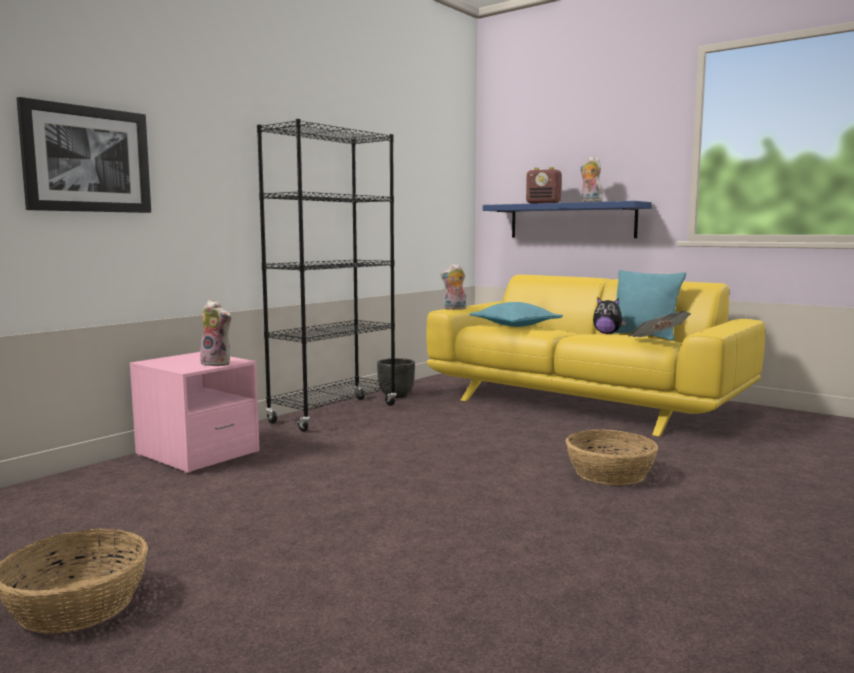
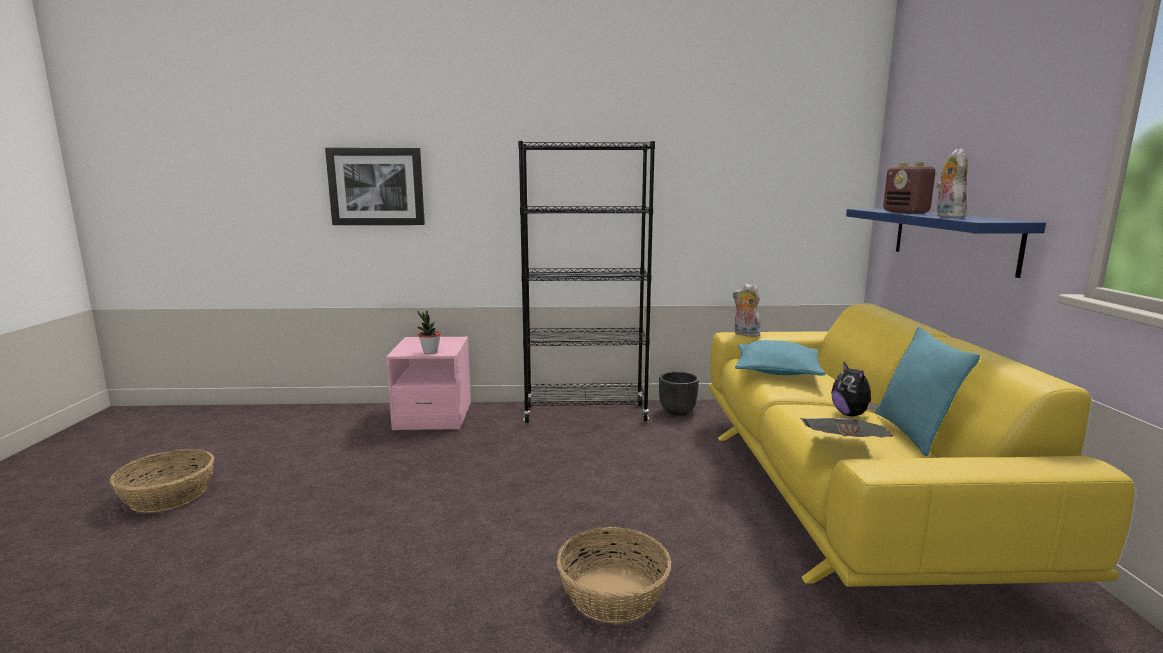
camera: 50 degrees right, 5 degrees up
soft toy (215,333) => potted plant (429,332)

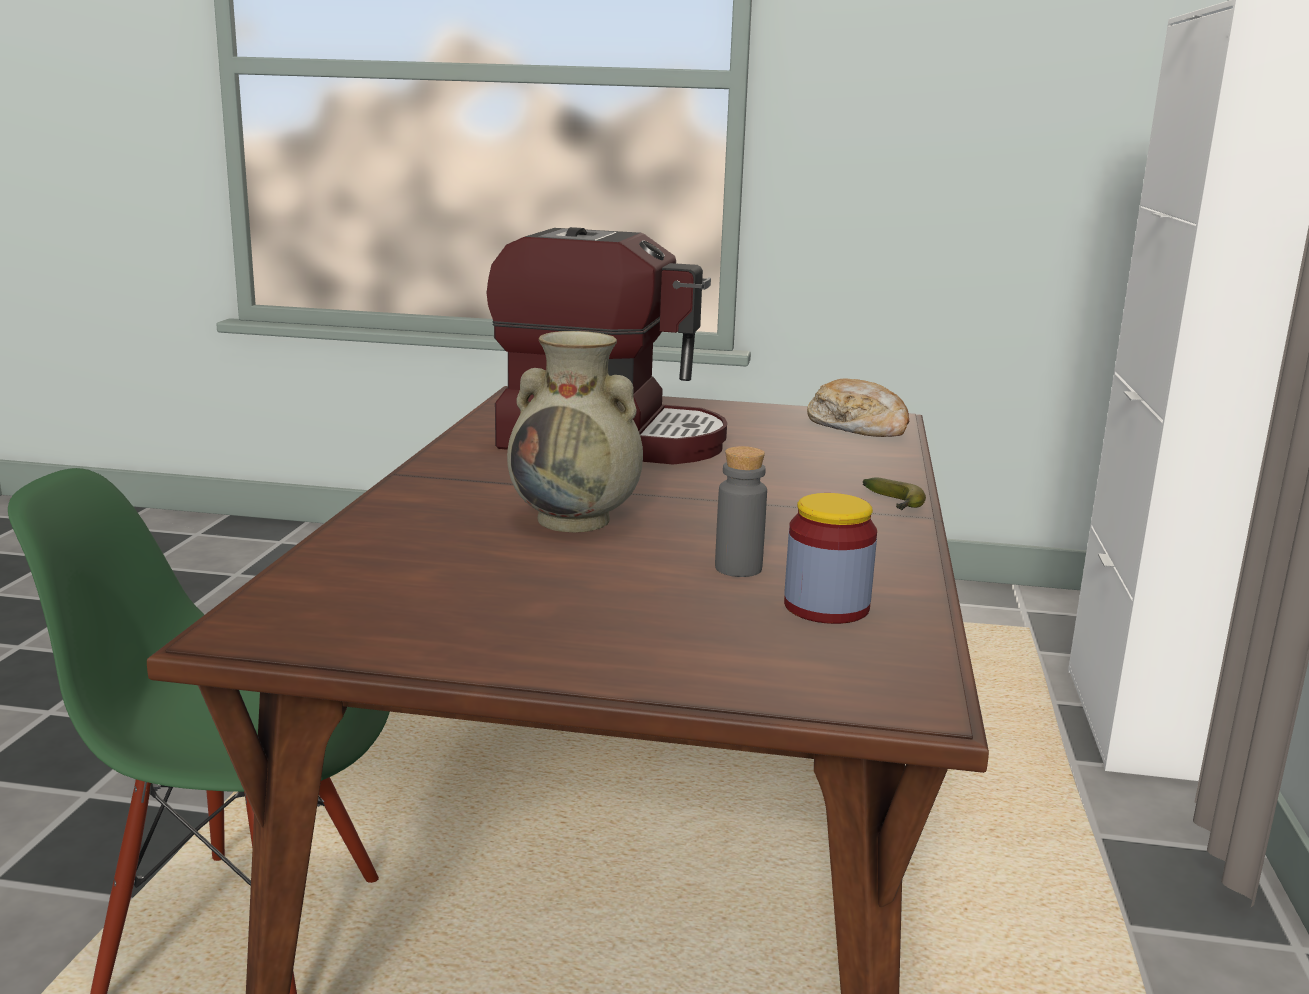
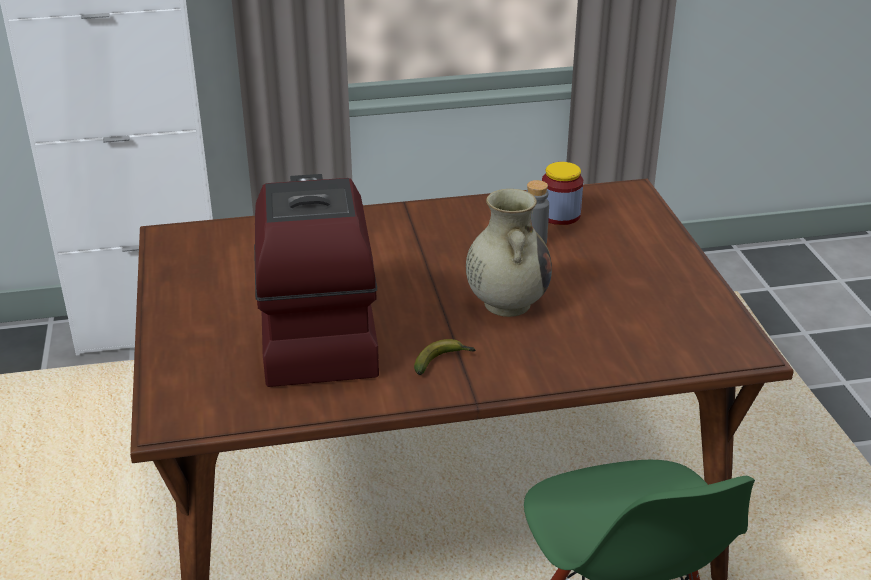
camera: 110 degrees left, 15 degrees up
bread (858,408) => nothing
whole banana (894,493) => whole banana (444,357), moved

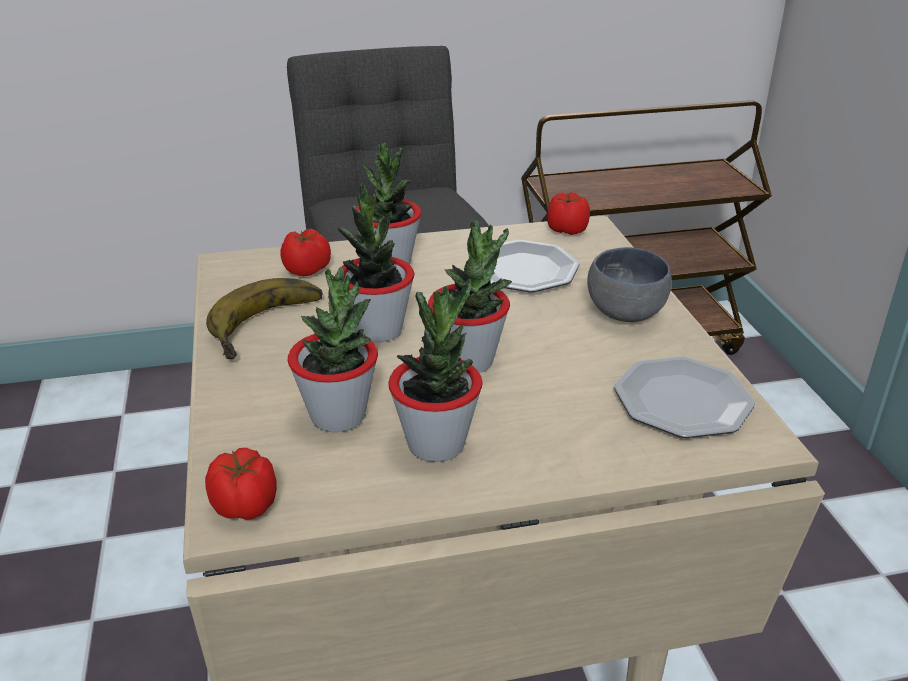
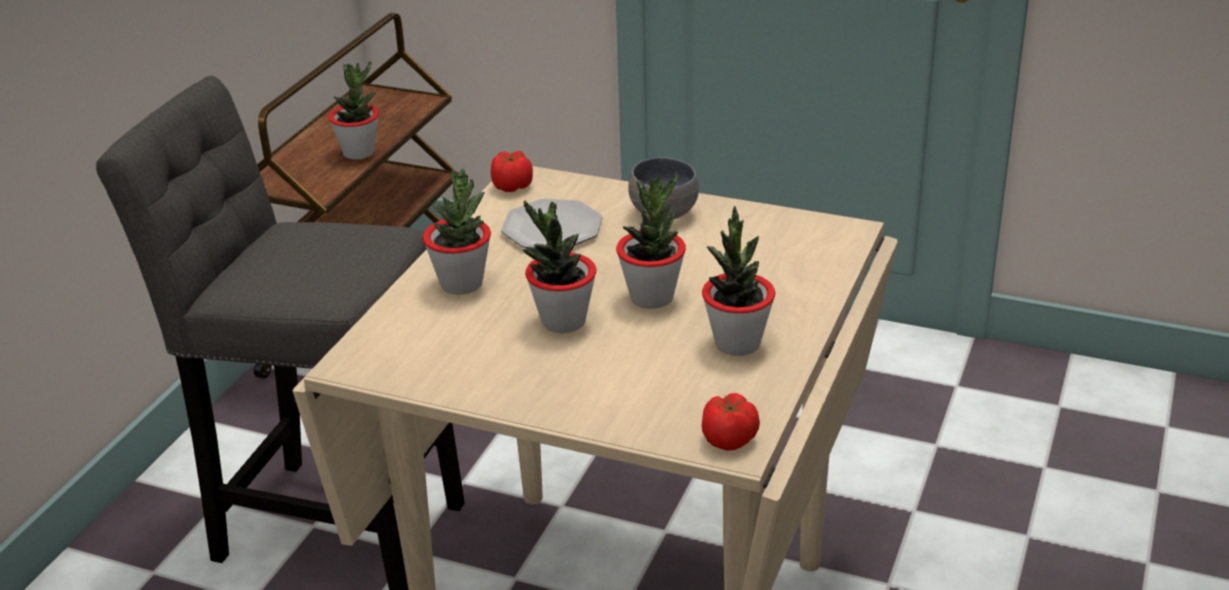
camera: 55 degrees left, 0 degrees up
whole banana (264,318) => nothing
tomato (305,252) => nothing
potted plant (333,349) => potted plant (354,110), moved
dinner plate (684,397) => nothing

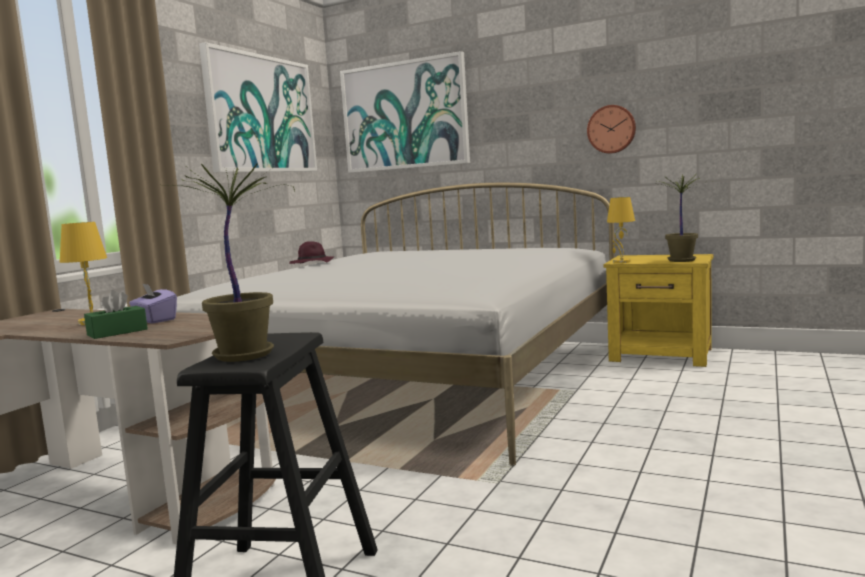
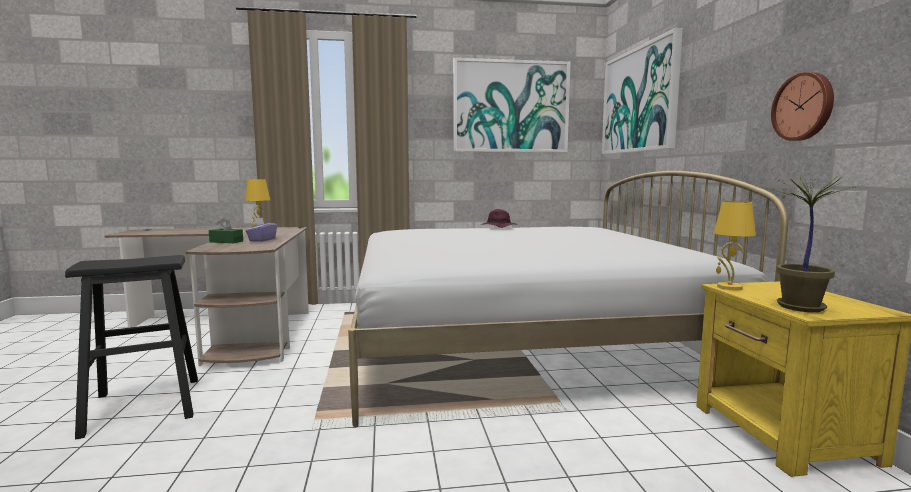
camera: 55 degrees right, 0 degrees up
potted plant (227,262) => nothing

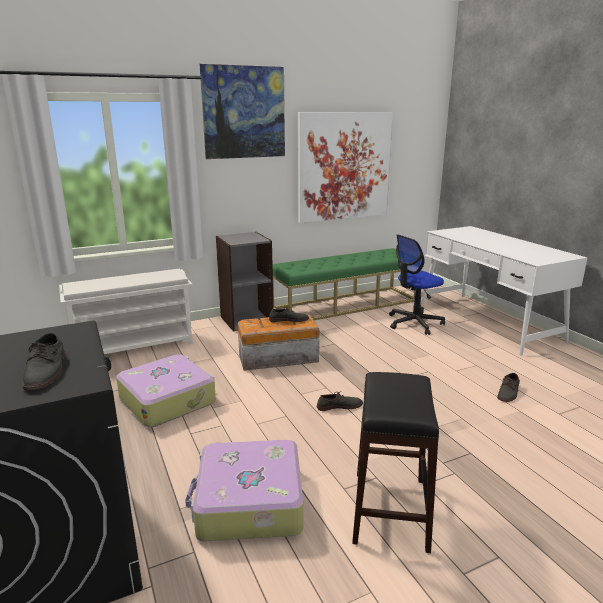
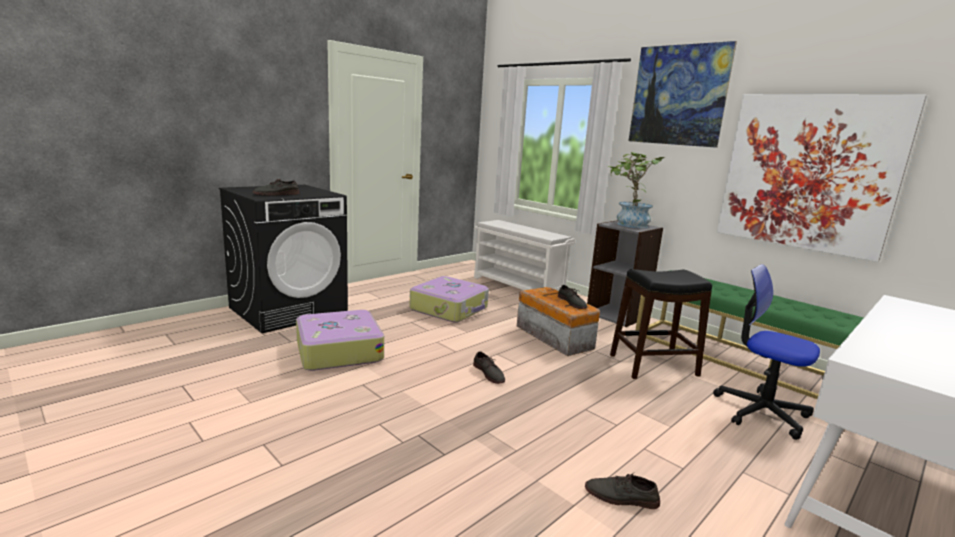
camera: 70 degrees right, 5 degrees down
black stool seat (395,462) => black stool seat (661,324), moved
nothing => potted plant (636,190)

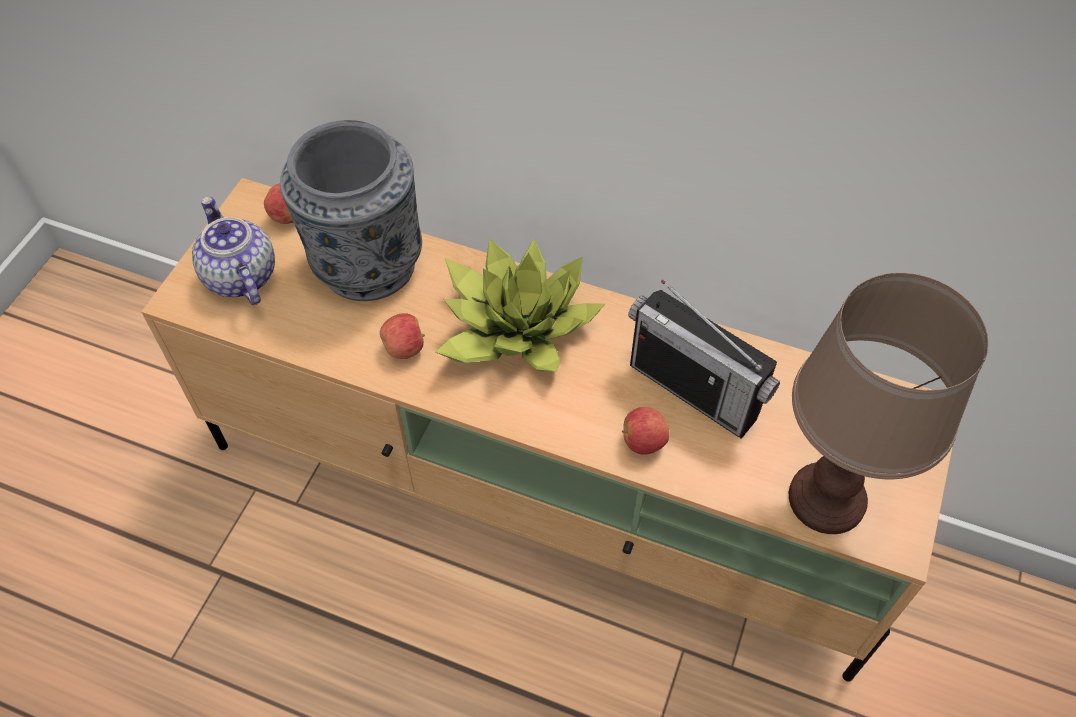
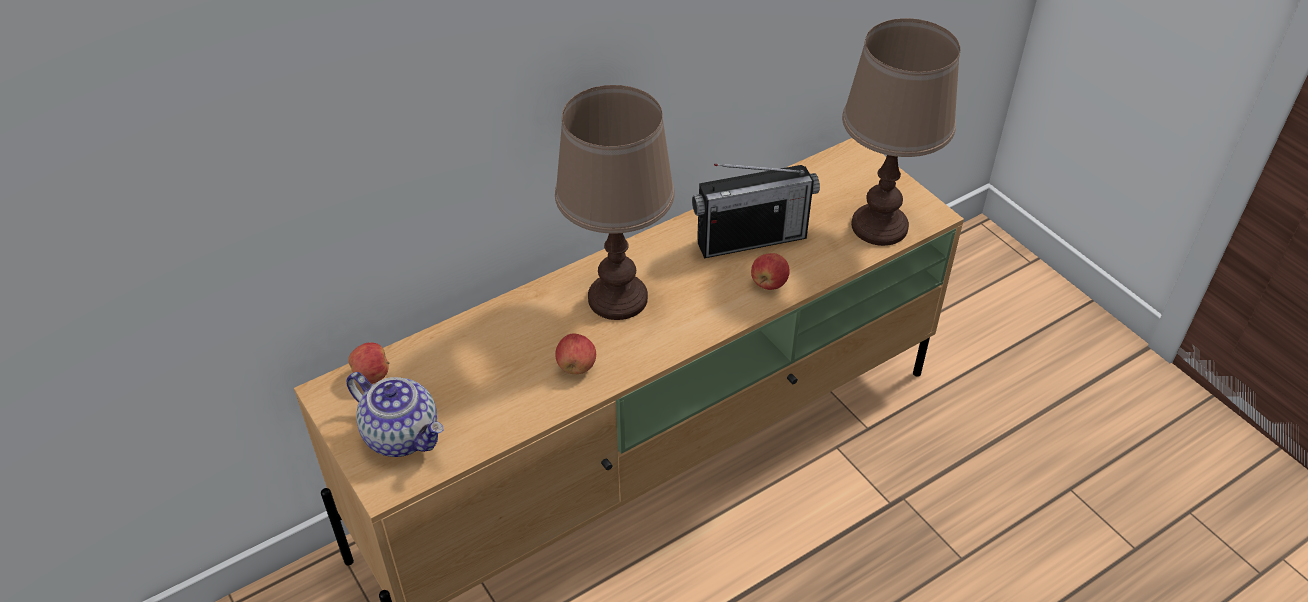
camera: 55 degrees left, 10 degrees down
tea pot (233,250) => tea pot (394,414), 150 degrees counterclockwise
greyish vase (351,210) => nothing
potted plant (520,305) => brownish lamp for a table (615,202)

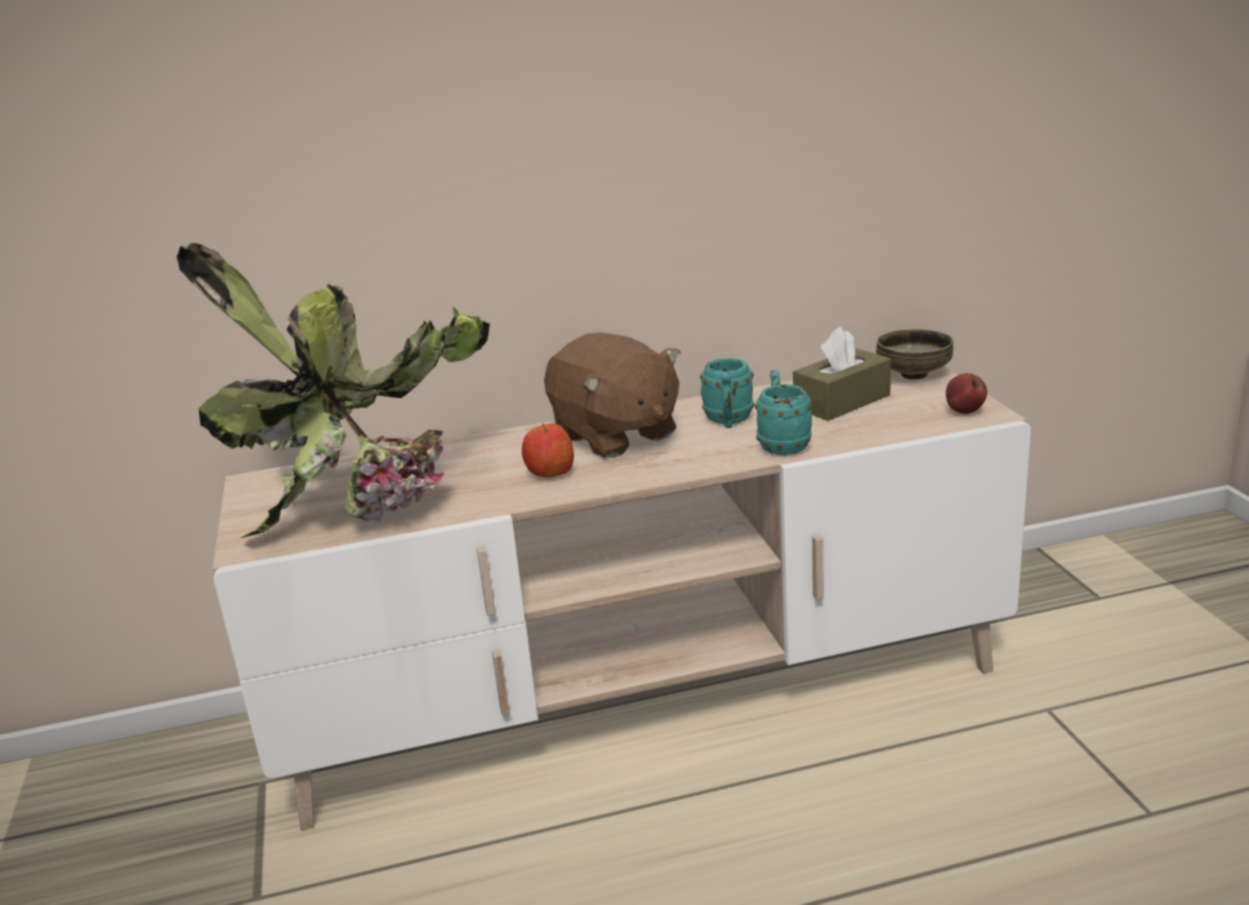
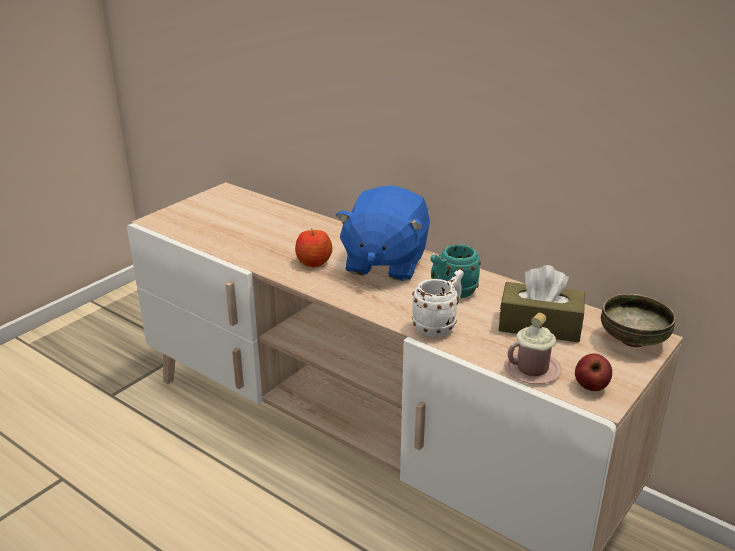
camera: 50 degrees right, 5 degrees up
potted plant (333,390) => nothing
brownish soft toy (612,395) => blue soft toy (382,233)
turquoise-coloured mug (783,412) => white-coloured mug (438,303)
nothing => pink-coloured mug (532,348)

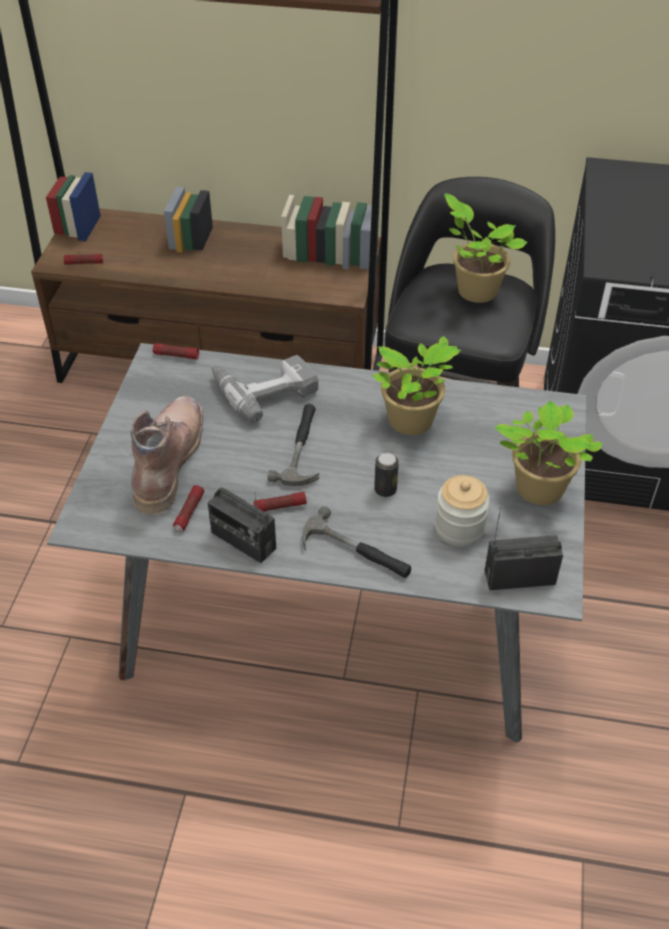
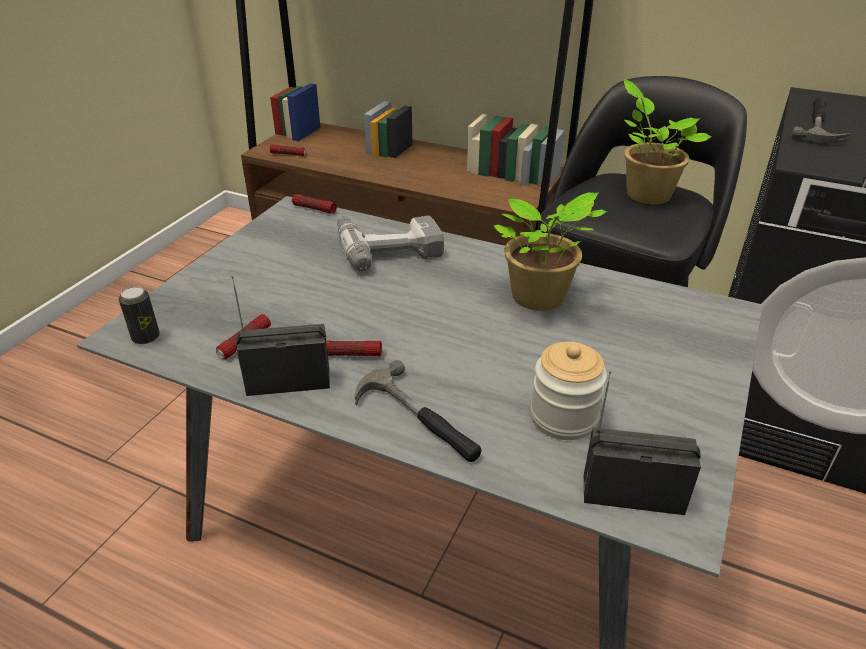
camera: 15 degrees right, 10 degrees down
brownish high-top boot (167,455) => nothing
radio set (241,525) => radio set (281,336), 120 degrees clockwise
tool hammer (293,445) => tool hammer (821,120), moved
can (386,474) => can (139,315), moved
potted plant (549,452) => nothing

